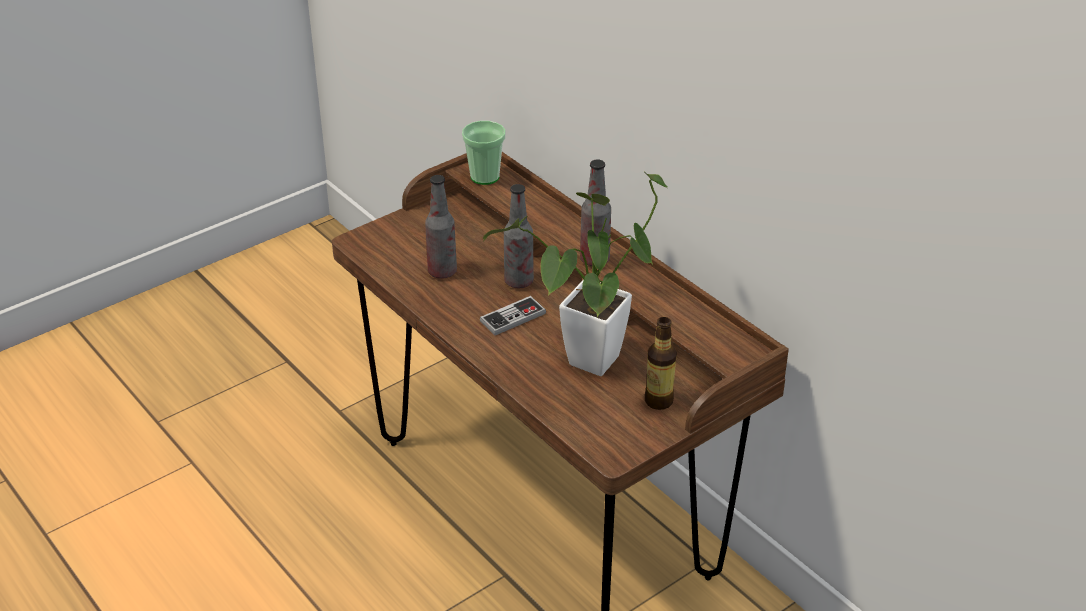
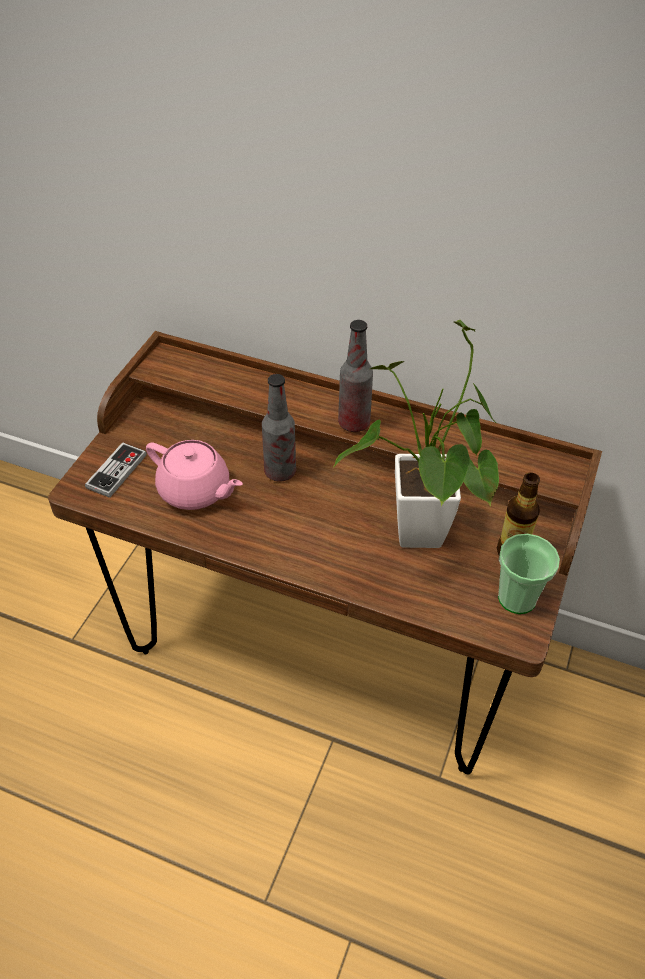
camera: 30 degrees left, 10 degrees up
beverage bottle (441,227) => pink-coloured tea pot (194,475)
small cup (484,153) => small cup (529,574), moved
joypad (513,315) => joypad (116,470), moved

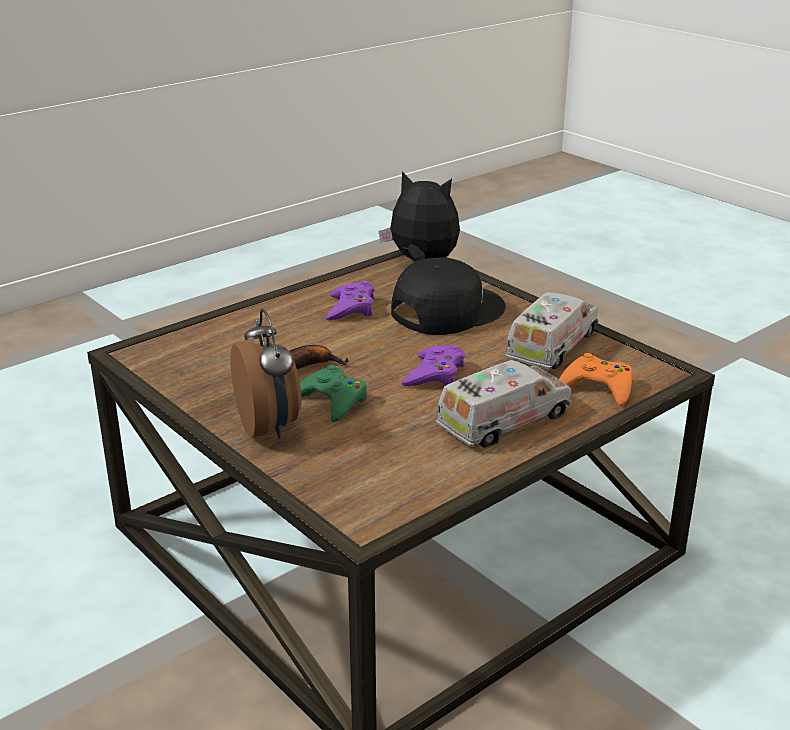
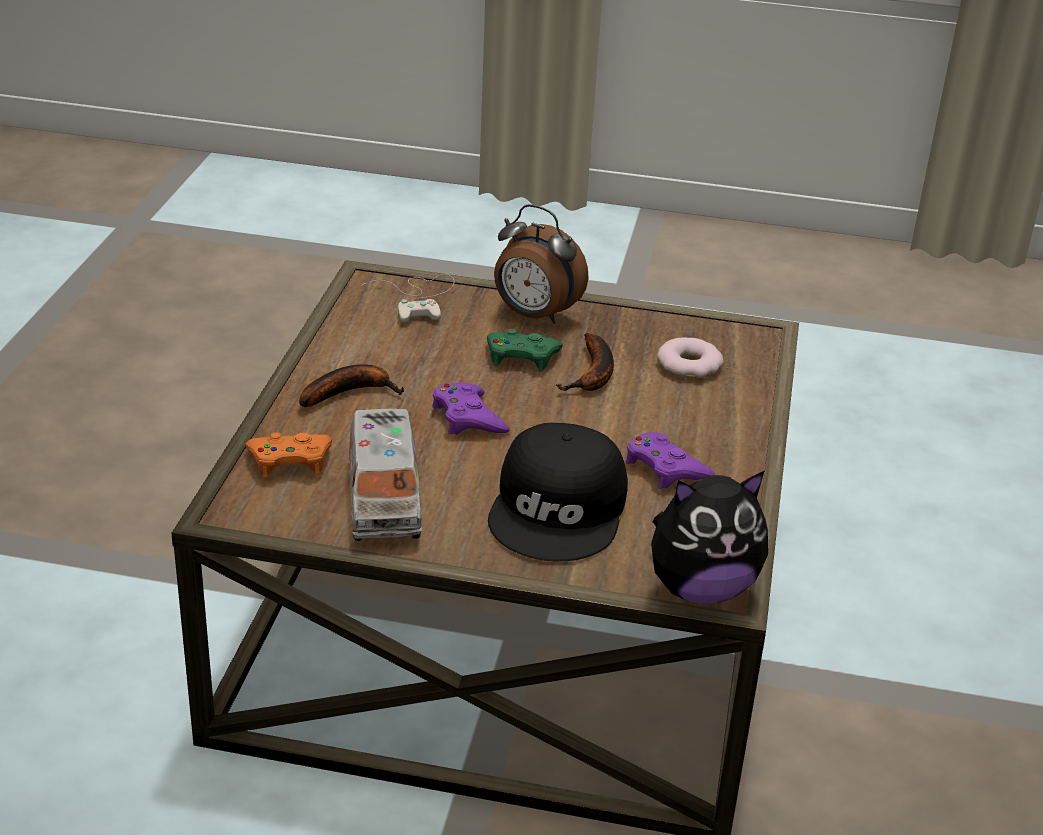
camera: 140 degrees right, 5 degrees up
toy truck (504,404) => whole banana (351,385)
nothing => white-coloured joypad (408,298)
nothing => doughnut (690,357)

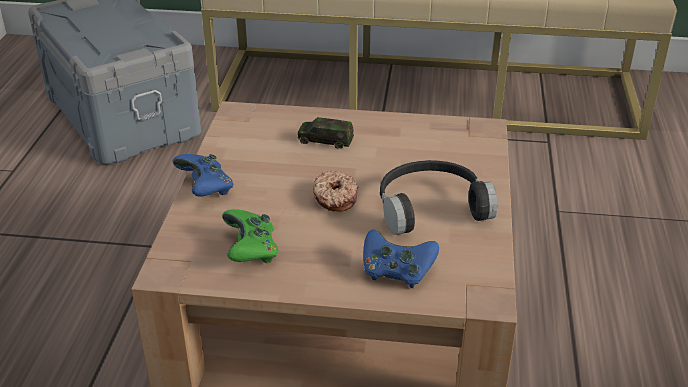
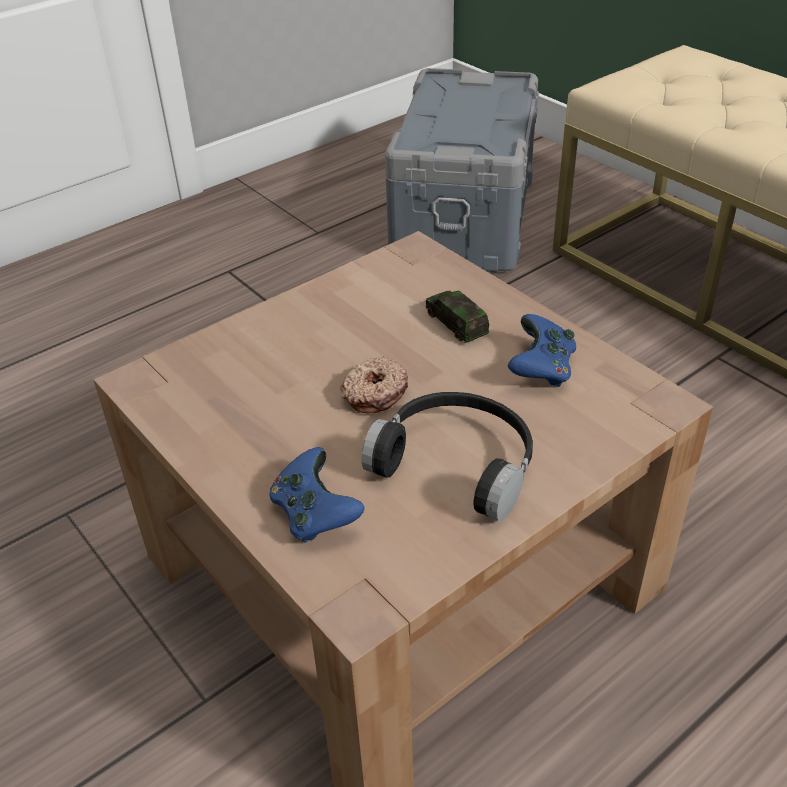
camera: 45 degrees right, 5 degrees up
blue joypad (203,175) => blue joypad (542,350), moved
greenish joypad (250,236) => nothing

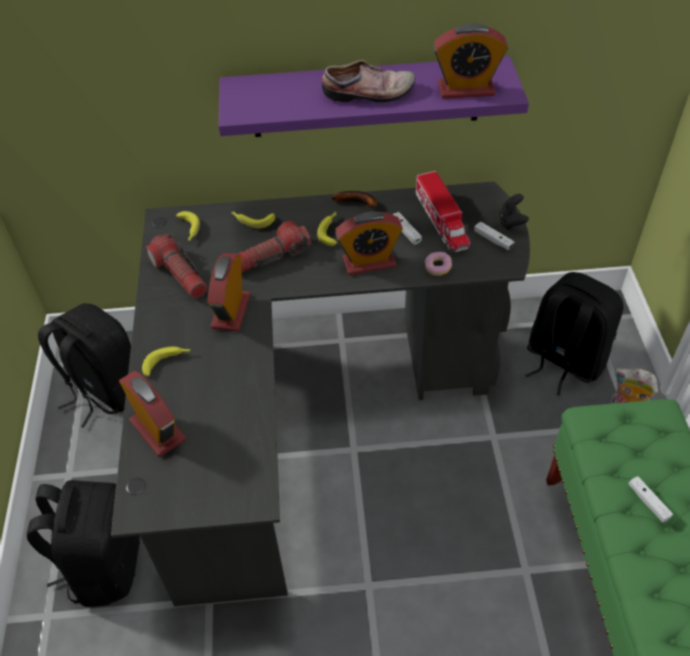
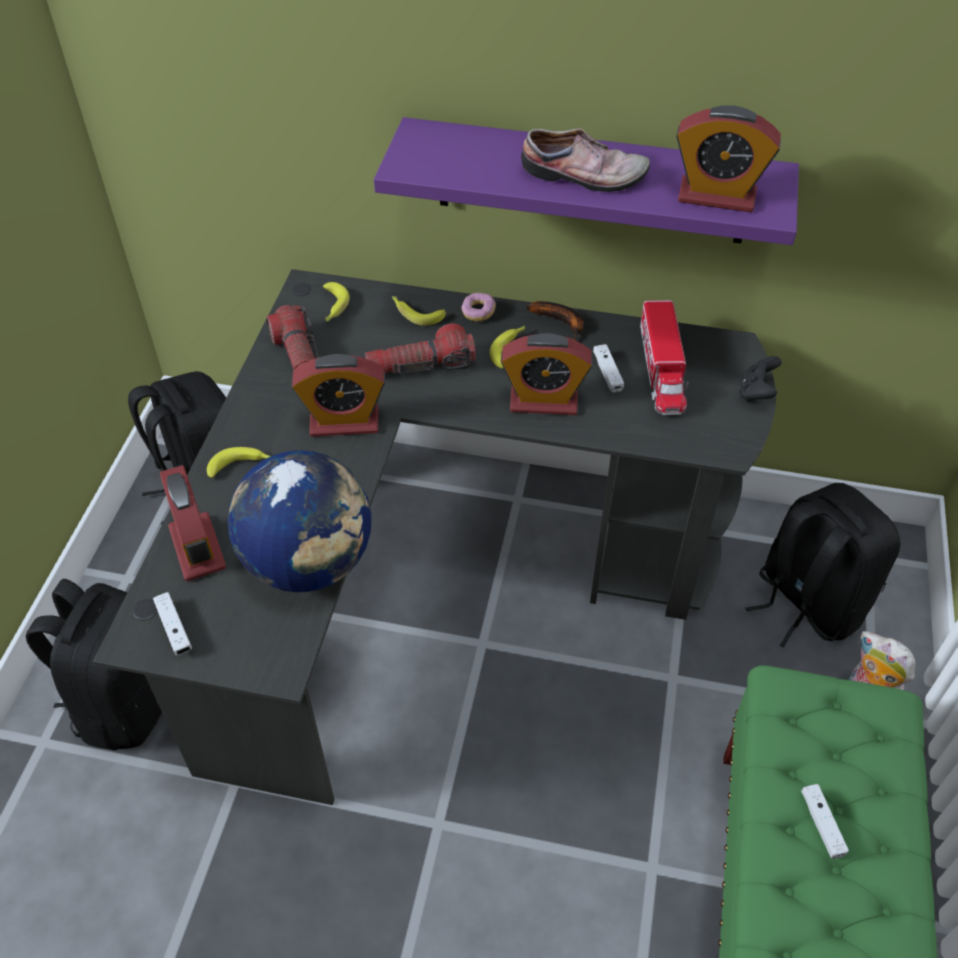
camera: 15 degrees right, 0 degrees up
table clock (229,292) => table clock (338,395), 120 degrees counterclockwise
doughnut (438,264) => doughnut (479,307), moved
white-coloured joypad (494,236) => white-coloured joypad (172,623), moved
nothing => desk globe (299,521)

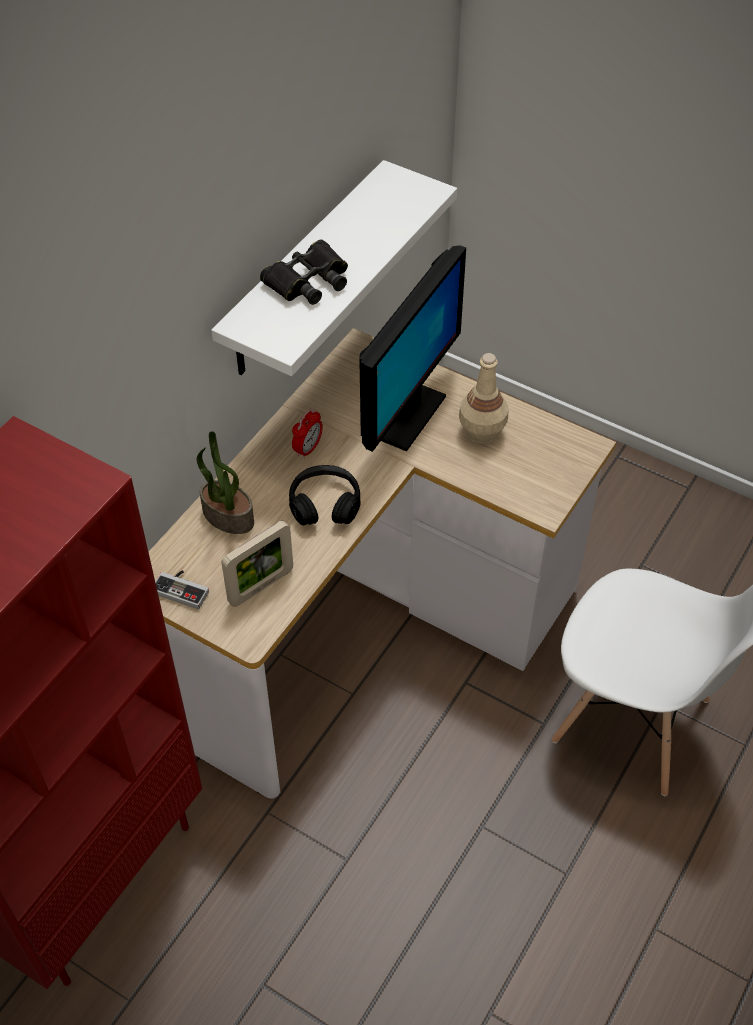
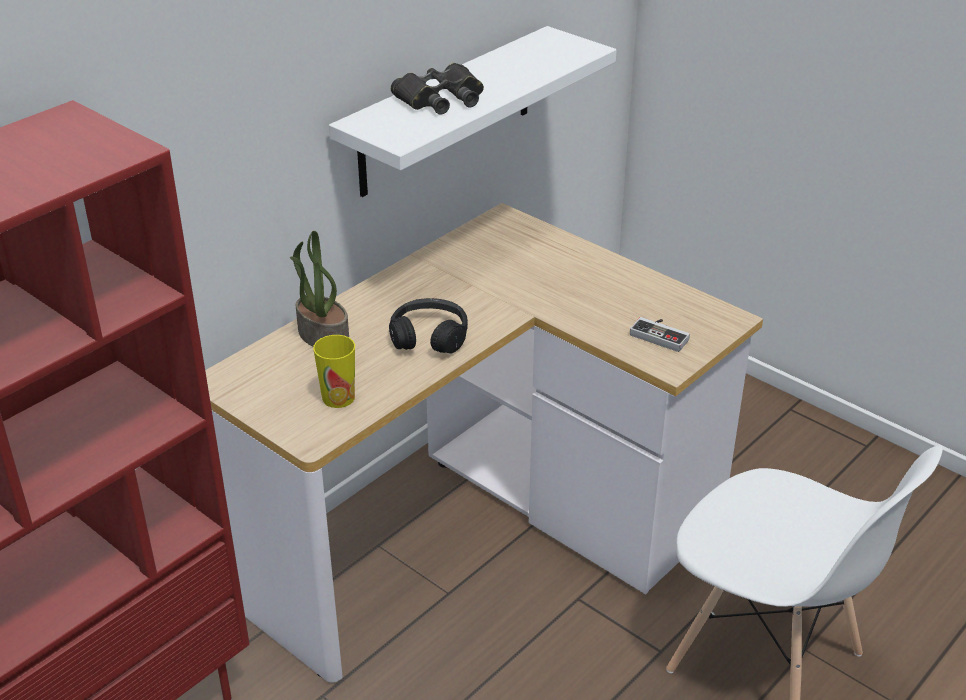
camera: 10 degrees right, 15 degrees down
joypad (182,589) => joypad (660,334), moved
photo frame (257,564) => small cup (334,371)
table clock (307,434) => nothing
monitor (412,348) => nothing
beige beverage bottle (484,398) => nothing

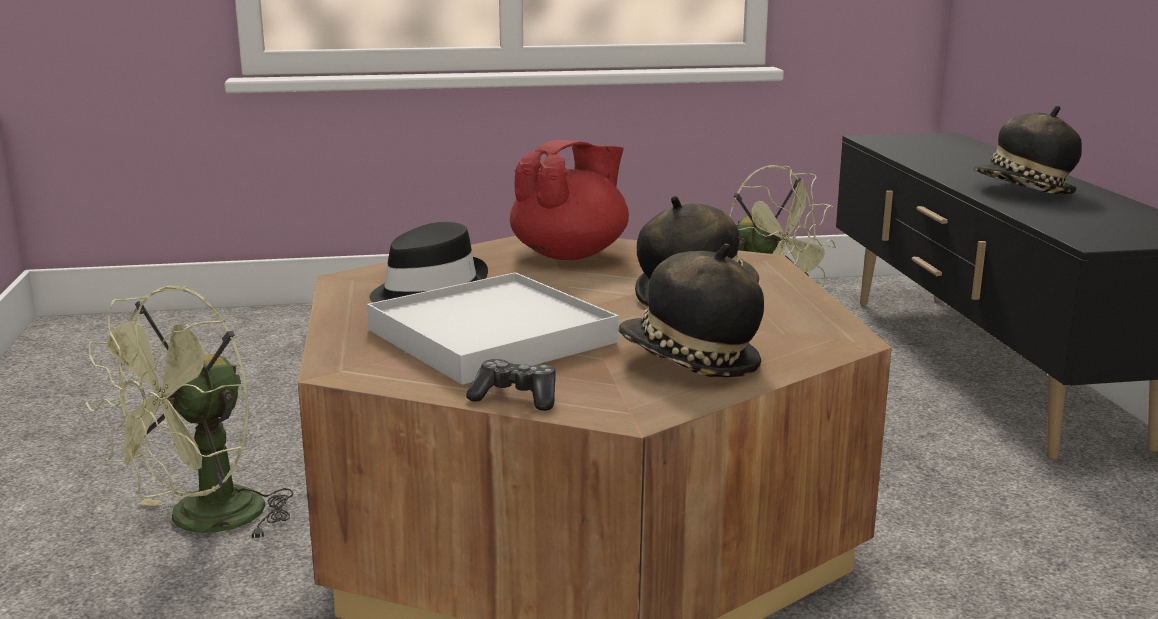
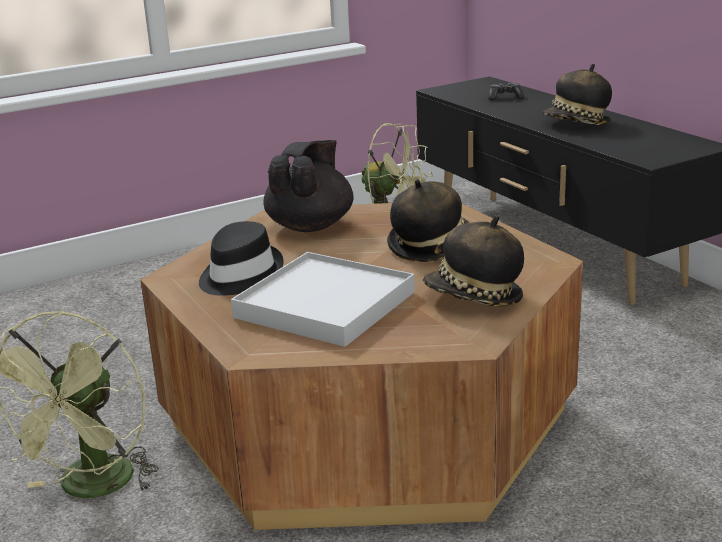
camera: 20 degrees left, 5 degrees up
joypad (511,385) => joypad (506,91), moved
red-coloured tea pot (569,200) => black tea pot (308,186)

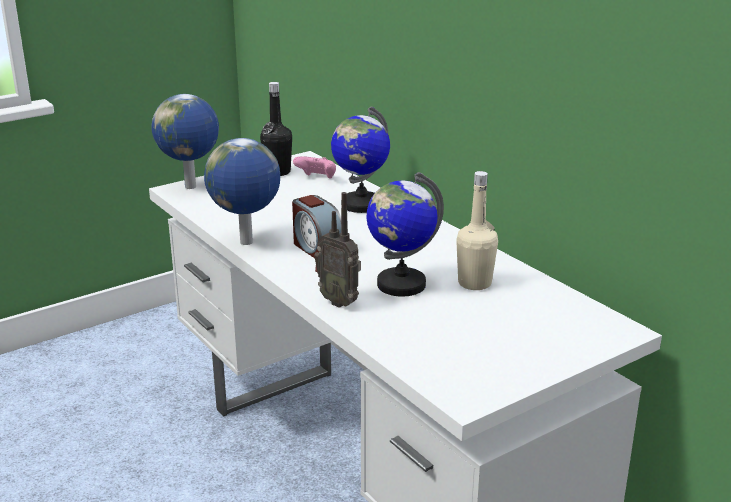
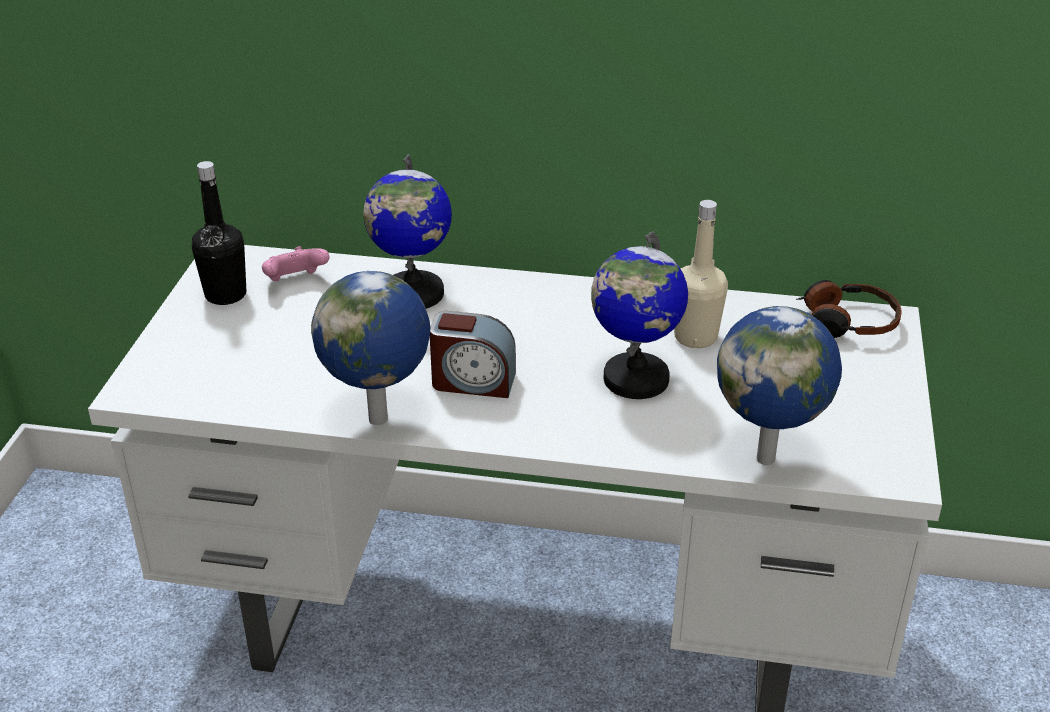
camera: 45 degrees left, 10 degrees up
desk globe (185,141) => desk globe (779,385), moved
radio set (337,250) => nothing
nothing => headset (849,309)

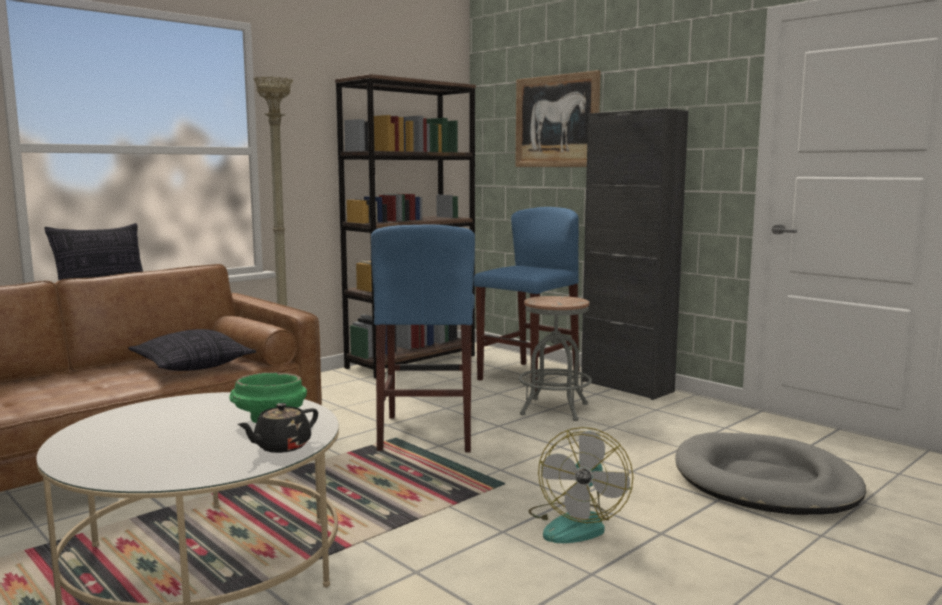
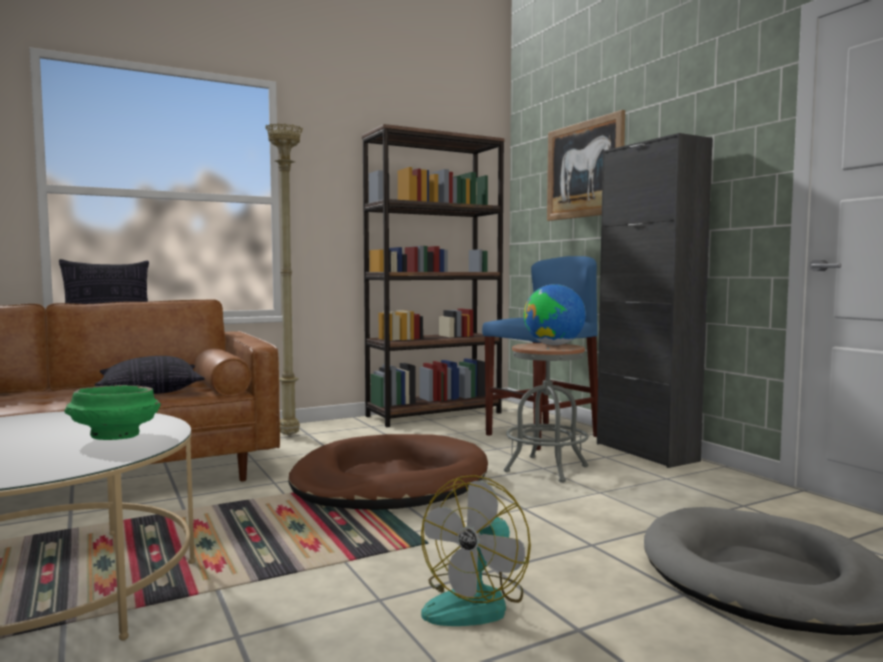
camera: 15 degrees right, 5 degrees down
black tea pot (278,428) => nothing
blue stool seat (423,338) => brownish dog cushion (388,472)
nothing => desk globe (555,314)

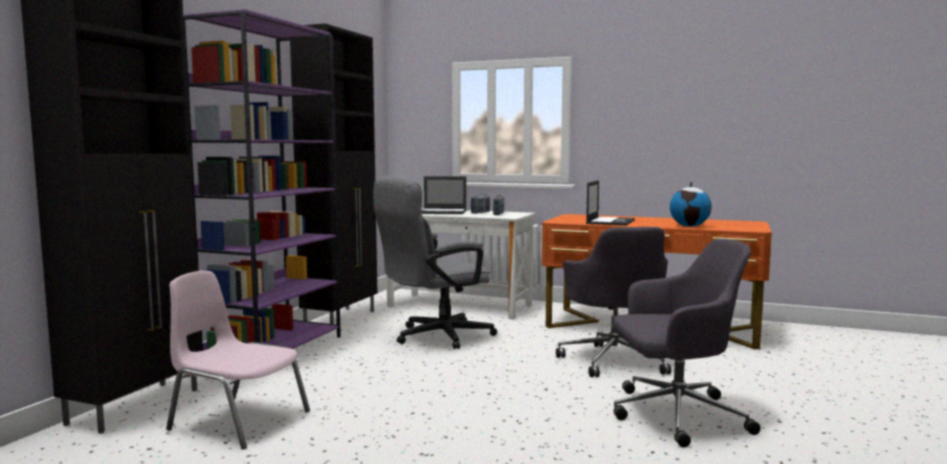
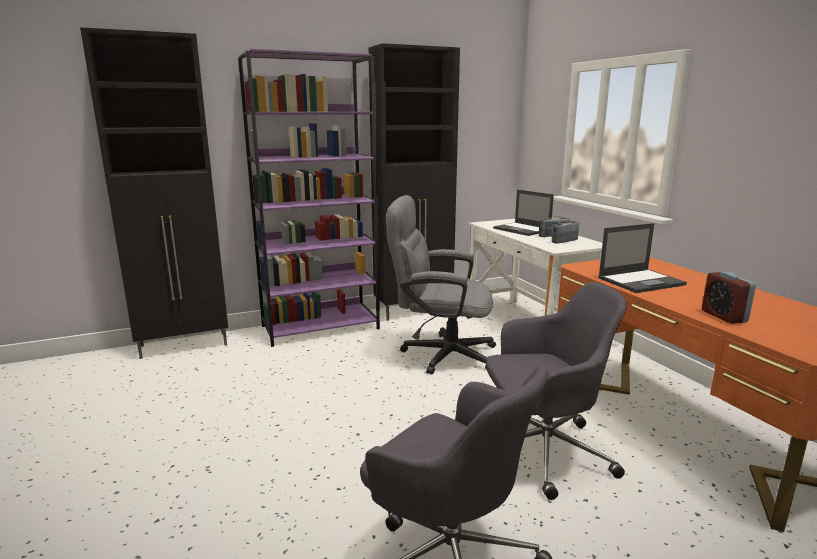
camera: 45 degrees right, 10 degrees up
pink-coloured upright chair (238,360) => nothing
greyish desk chair (613,302) => greyish desk chair (556,391), 135 degrees counterclockwise
desk globe (691,204) => table clock (729,298)

